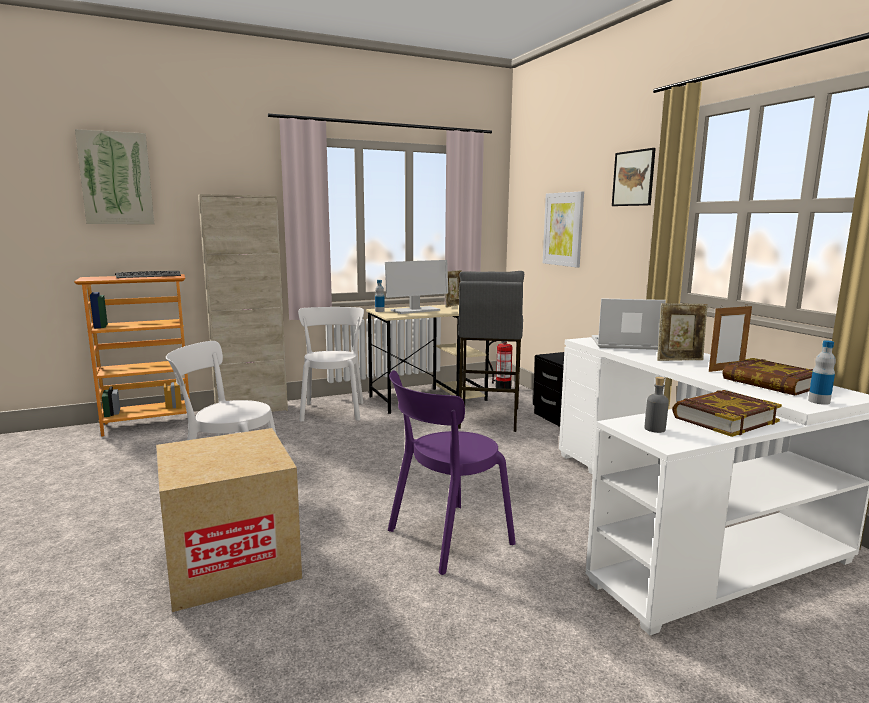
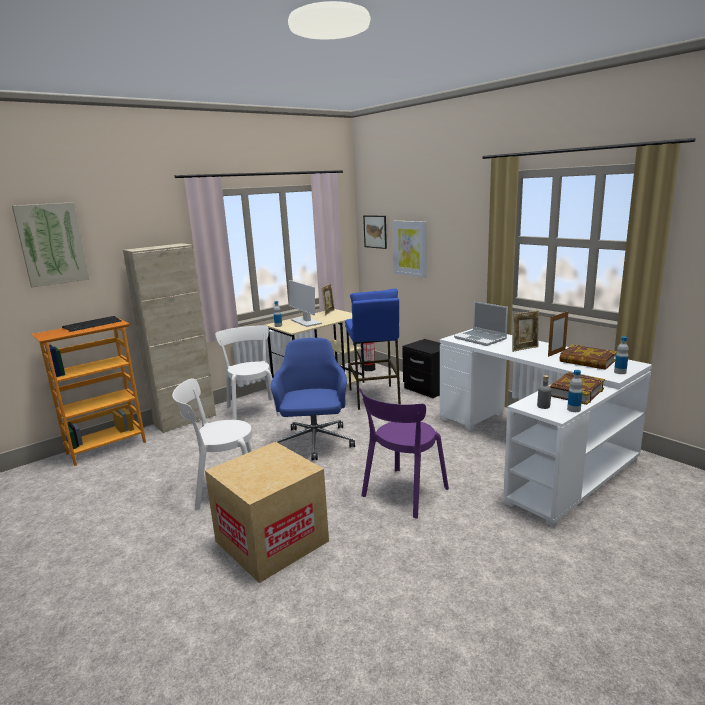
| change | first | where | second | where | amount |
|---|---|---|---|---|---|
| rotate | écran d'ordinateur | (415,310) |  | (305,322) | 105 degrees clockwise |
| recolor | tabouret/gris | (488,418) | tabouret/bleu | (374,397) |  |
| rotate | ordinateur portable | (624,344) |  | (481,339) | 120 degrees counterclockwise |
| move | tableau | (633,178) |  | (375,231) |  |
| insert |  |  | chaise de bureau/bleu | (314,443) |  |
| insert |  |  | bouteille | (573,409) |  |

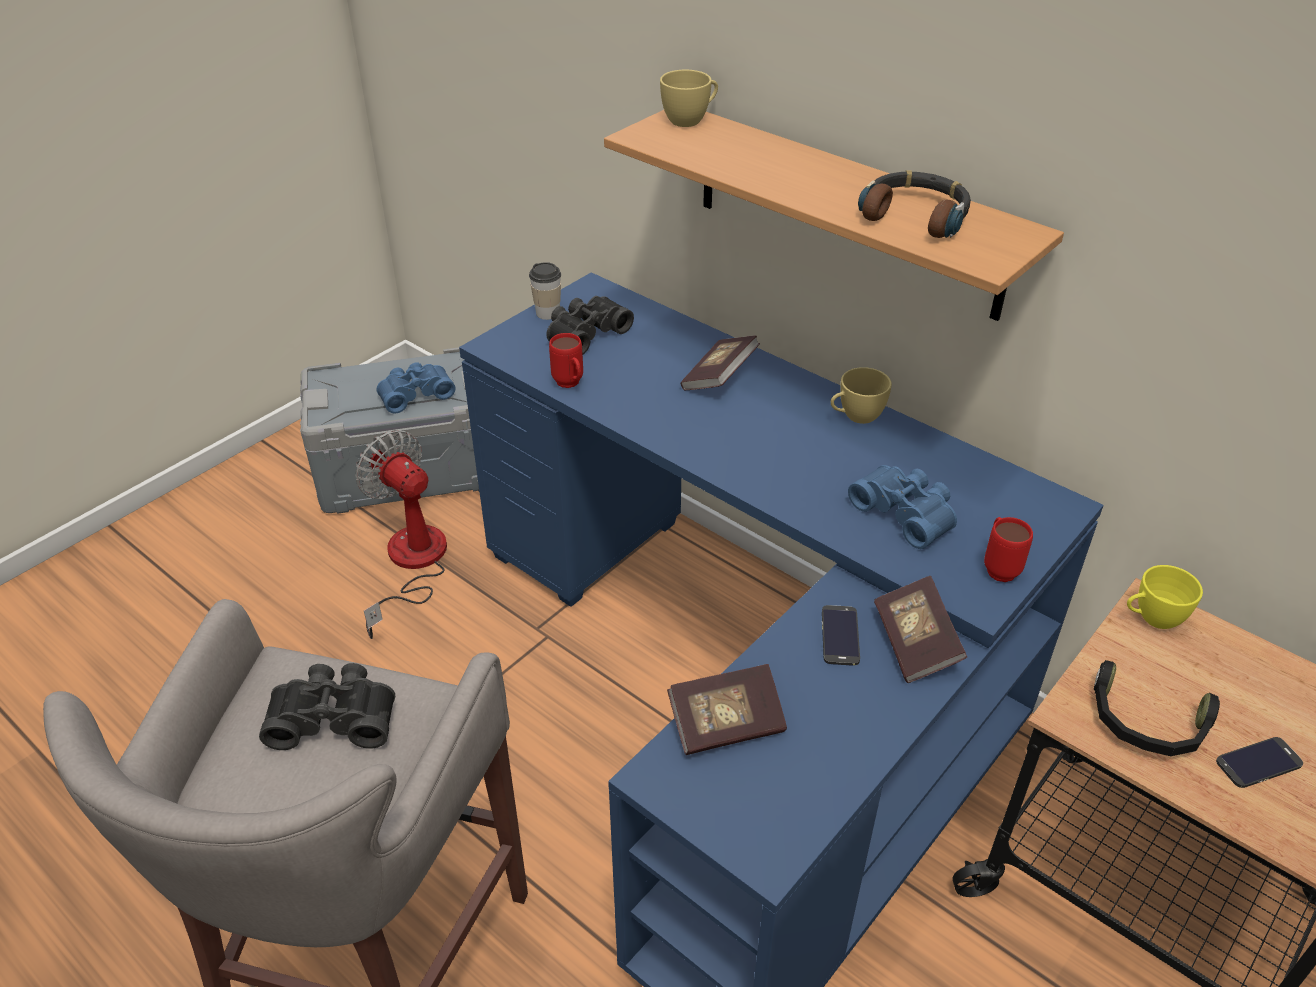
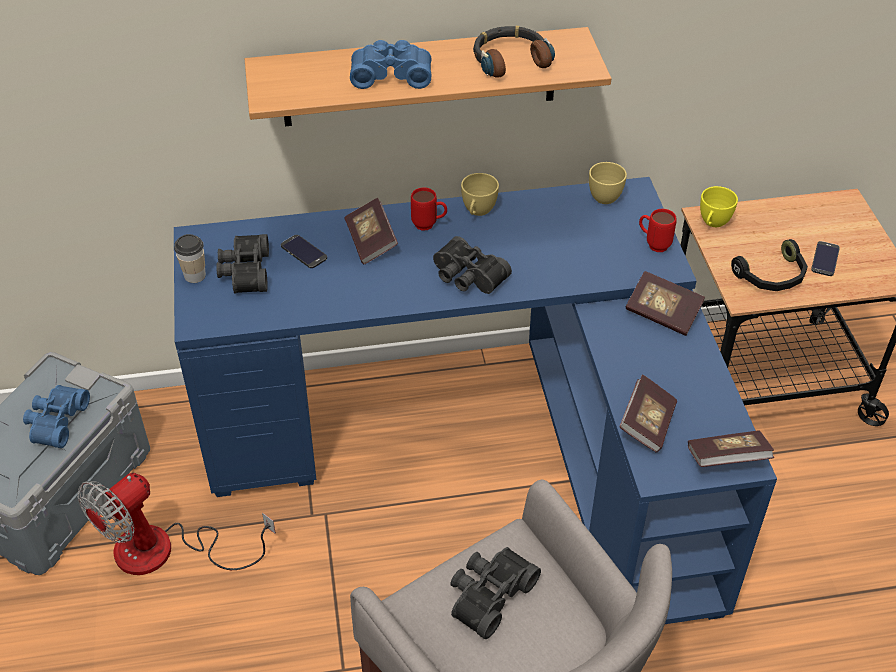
| change | first | where | second | where | amount |
|---|---|---|---|---|---|
| rotate | ventilateur | (411,564) |  | (165,551) | 45 degrees counterclockwise |
| move | mug/rouge | (570,385) |  | (429,225) |  |
| move | tasse/jaune | (690,120) |  | (605,195) |  |
| move | téléphone | (840,635) |  | (304,252) |  |
| move | jumelles/bleu | (906,513) |  | (391,74) |  |
| insert |  |  | jumelles/noir | (467,277) |  |
| insert |  |  | livre | (727,459) |  |

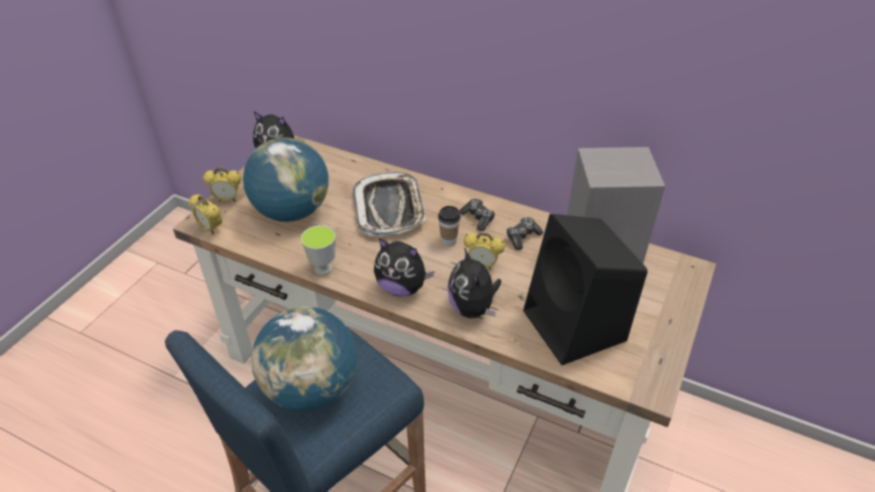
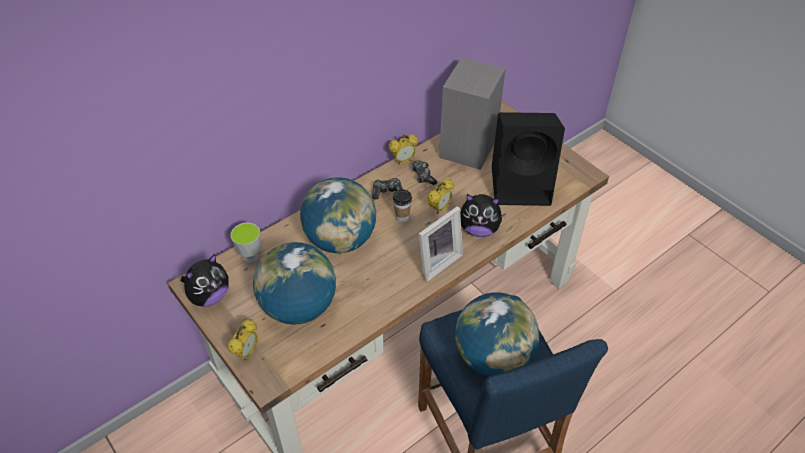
| change | first | where | second | where | amount |
|---|---|---|---|---|---|
| move | réveil | (211,229) |  | (403,160) |  |
| move | tasse | (323,269) |  | (251,257) |  |
| replace | plateau | (389,209) | globe | (340,240) |  |
| replace | peluche | (402,287) | cadre photo | (436,261) |  |

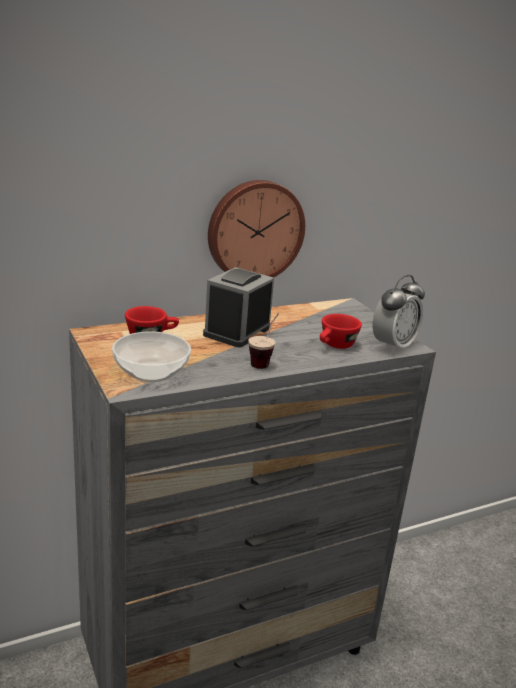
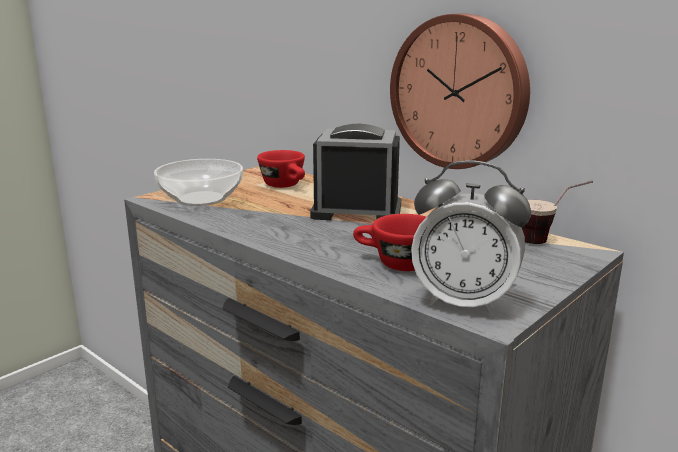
| change | first | where | second | where | amount |
|---|---|---|---|---|---|
| move | tasse | (264,361) |  | (549,241) |  |

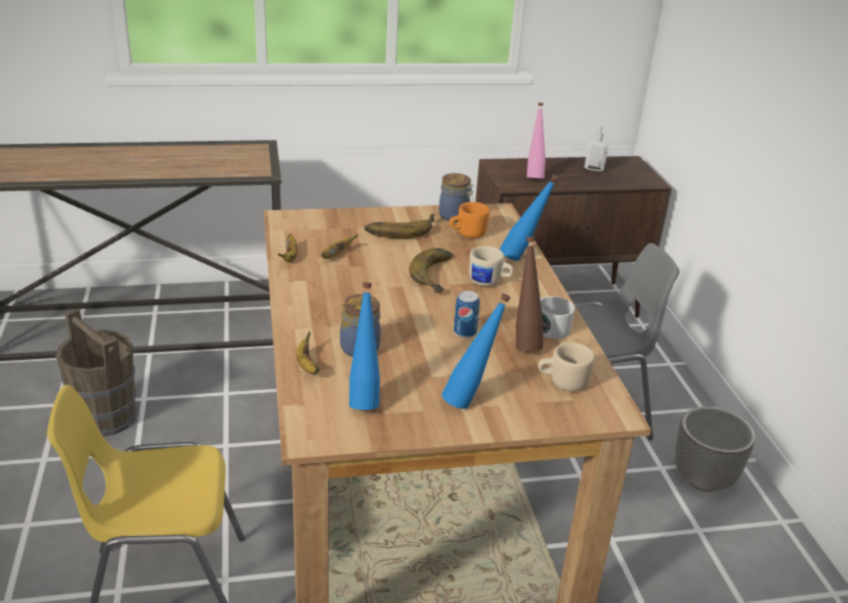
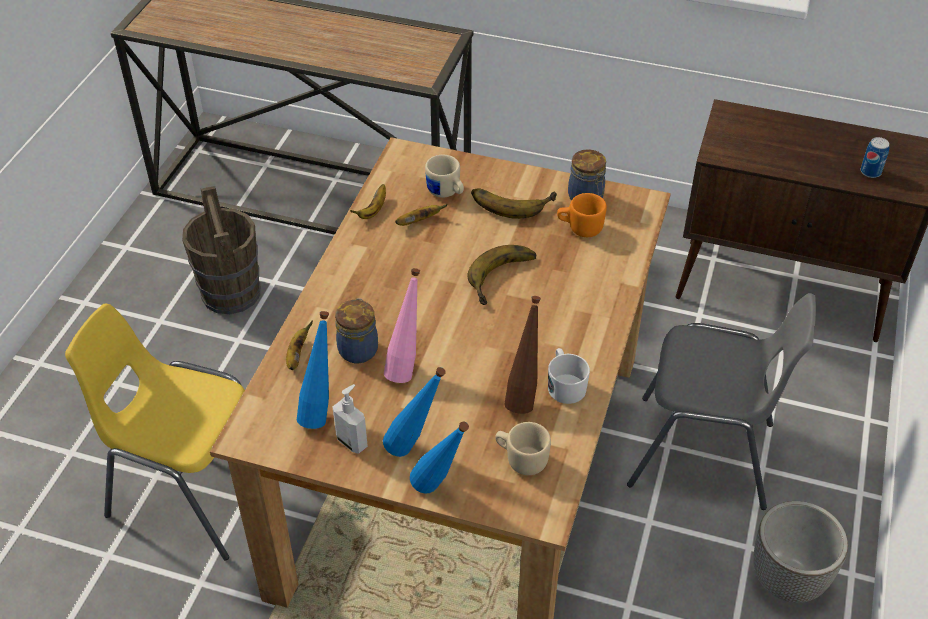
| change | first | where | second | where | amount |
|---|---|---|---|---|---|
| move | boîte métallique | (465,332) |  | (870,172) |  |
| move | mug/beige | (489,282) |  | (446,193) |  |
| move | bouteille/bleu | (522,258) |  | (439,490) |  |
| move | bouteille/rose | (533,176) |  | (406,367) |  |
| move | distributeur de savon | (594,169) |  | (352,441) |  |

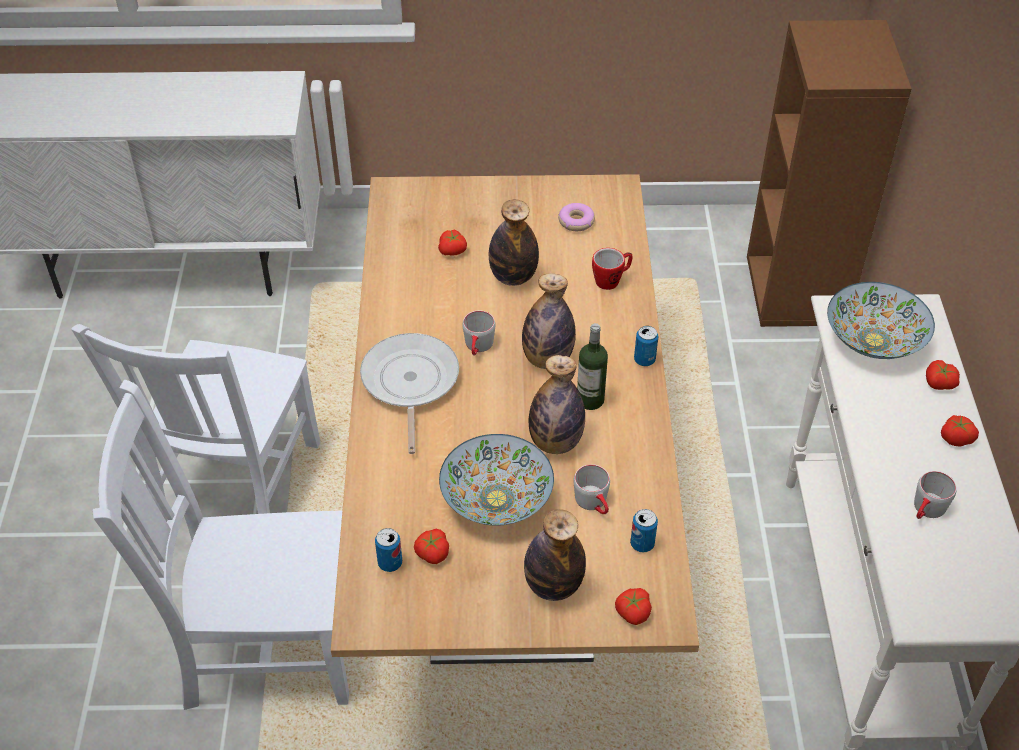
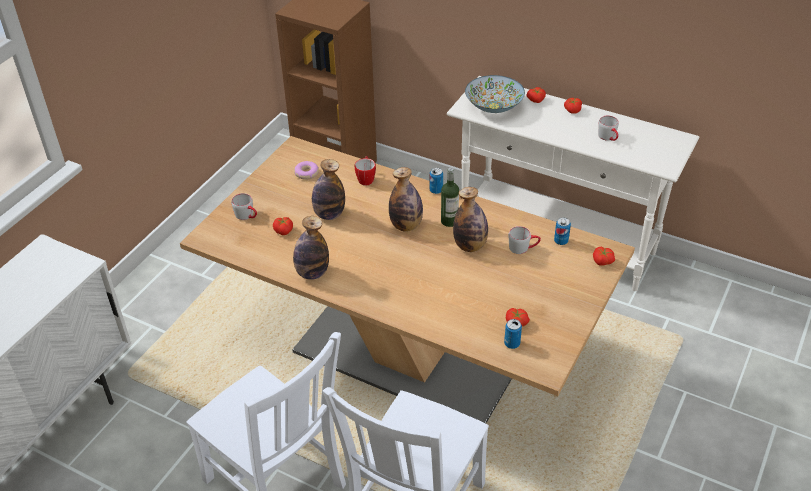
| change | first | where | second | where | amount |
|---|---|---|---|---|---|
| delete | poêle | (409,383) |  |  |  |
| delete | bol | (497,499) |  |  |  |
| move | mug/gris | (478,347) |  | (247,216) |  |
| move | bouteille | (553,585) |  | (312,273) |  |

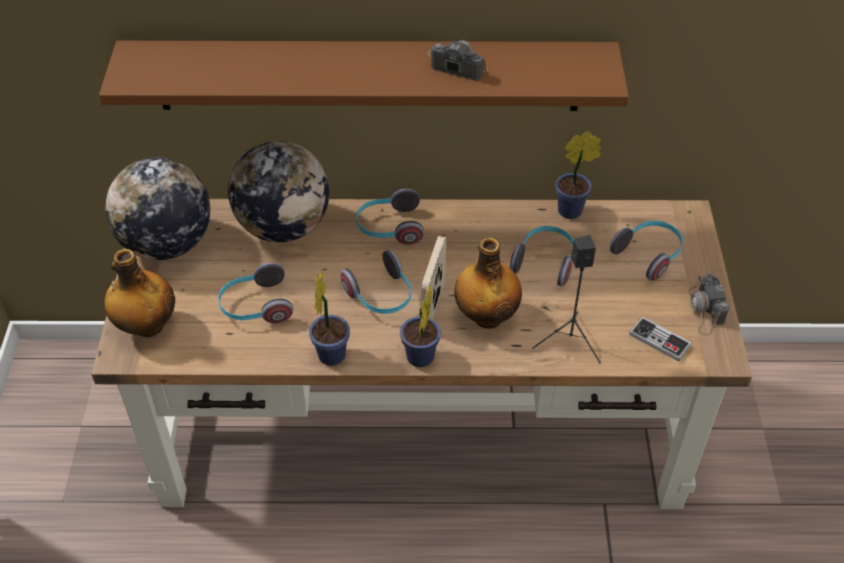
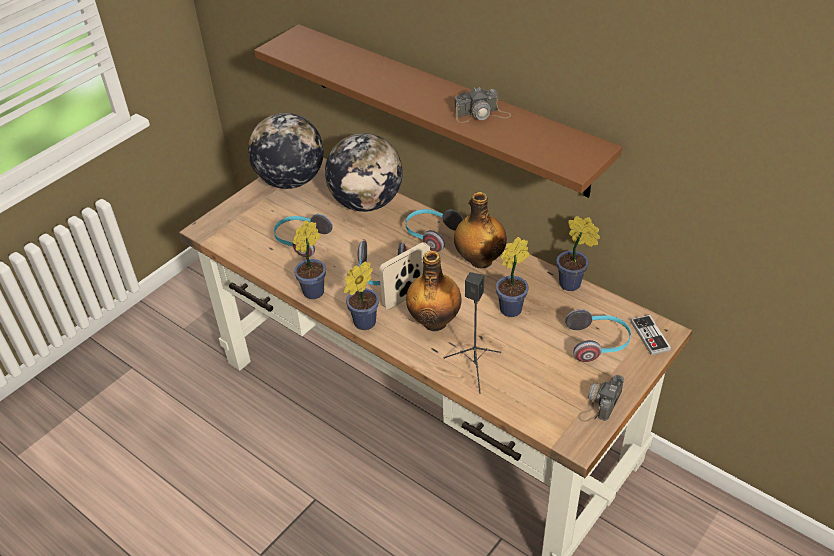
| change | first | where | second | where | amount |
|---|---|---|---|---|---|
| move | bouteille | (146,326) |  | (479,260) |  |
| rotate | appareil photo | (455,65) |  | (482,114) | 105 degrees clockwise |
| replace | casque audio | (545,262) | plante en pot | (513,308) |  |
| move | manette | (659,340) |  | (650,336) |  |

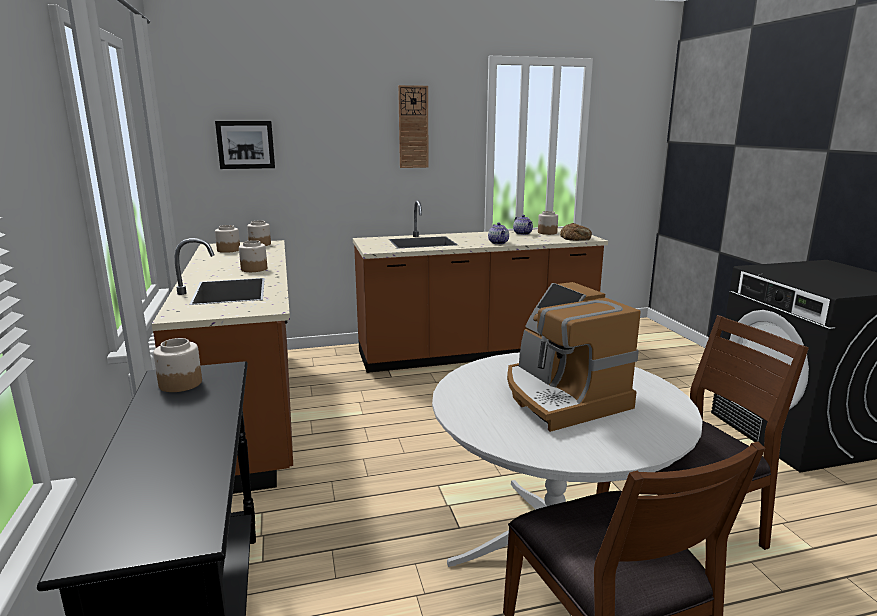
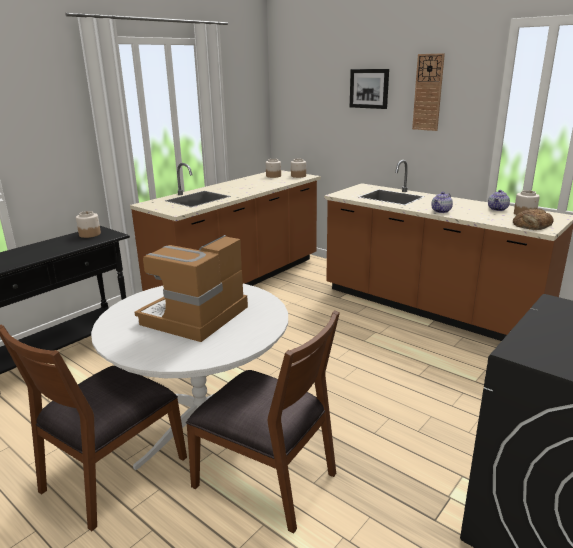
| change | first | where | second | where | amount |
|---|---|---|---|---|---|
| move | tableau | (245,144) |  | (369,88) |  |
| delete | bocal | (254,269) |  |  |  |

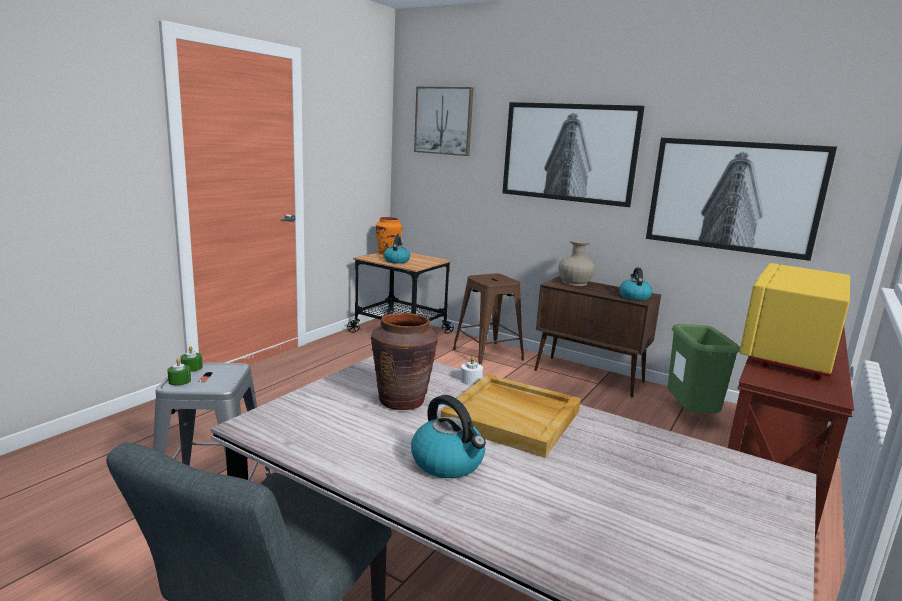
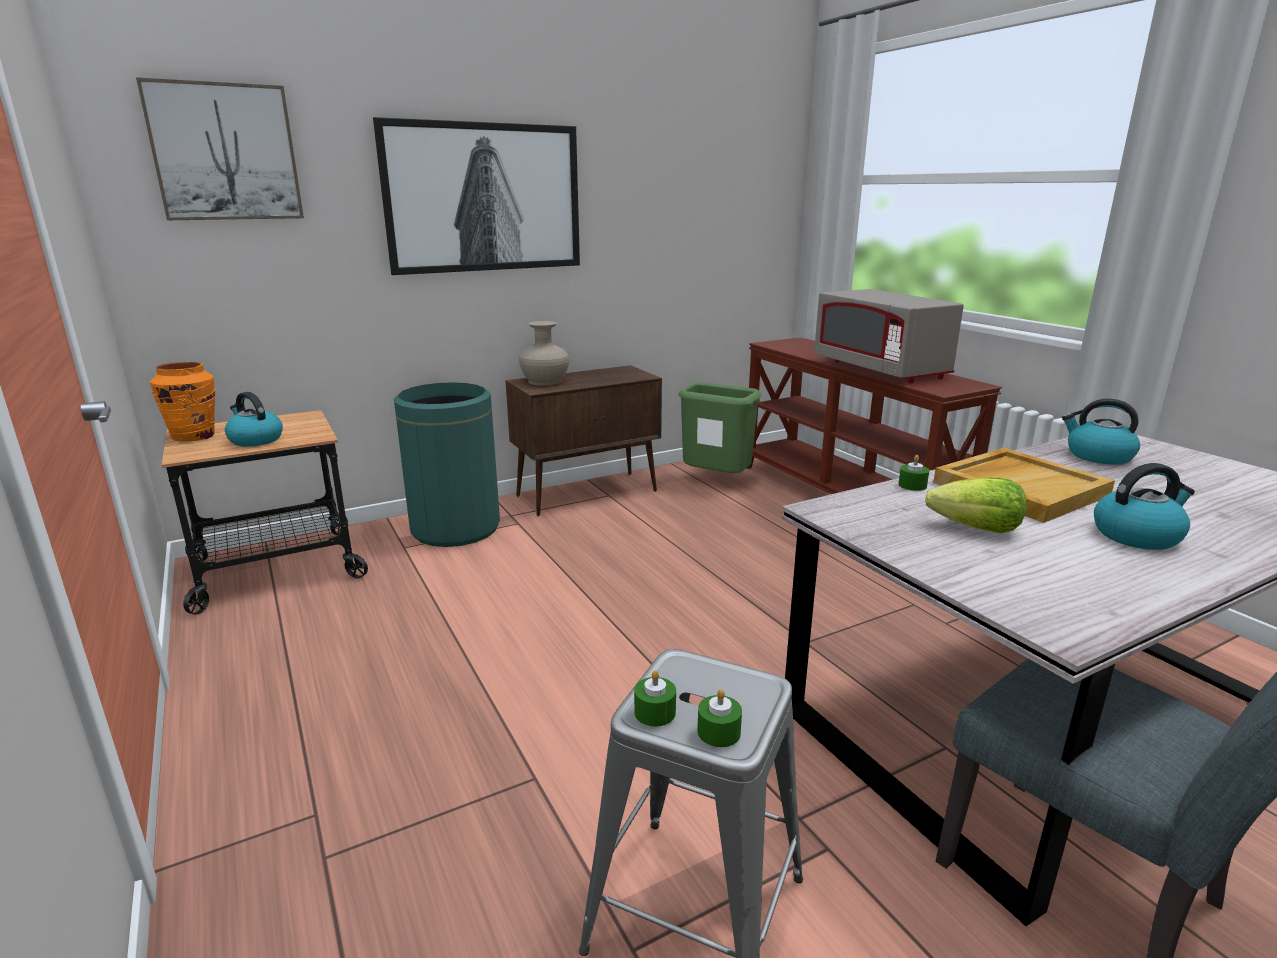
| change | first | where | second | where | amount |
|---|---|---|---|---|---|
| replace | vase/marron | (402,401) | laitue | (976,529) |  |
| replace | tabouret/marron | (488,354) | poubelle/vert | (455,528) |  |
| recolor | bougie/blanc | (471,380) | bougie/vert | (912,485) |  |
| move | bouilloire | (634,297) |  | (1098,456) |  |
| delete | tableau | (733,196) |  |  |  |
| recolor | micro-ondes/jaune | (787,353) | micro-ondes/gris | (880,369) |  |

